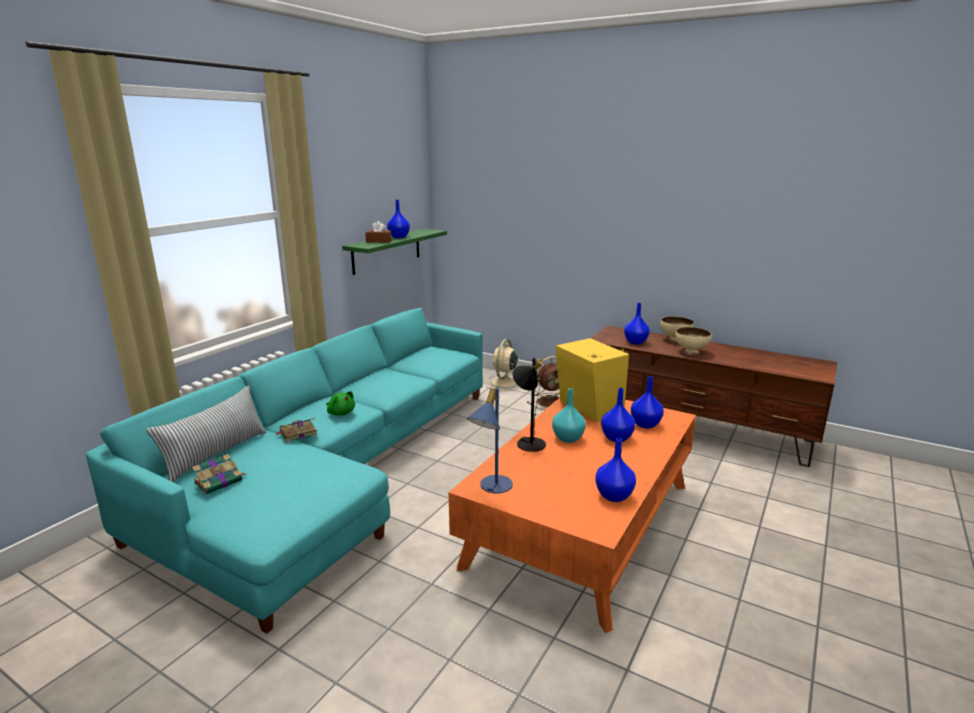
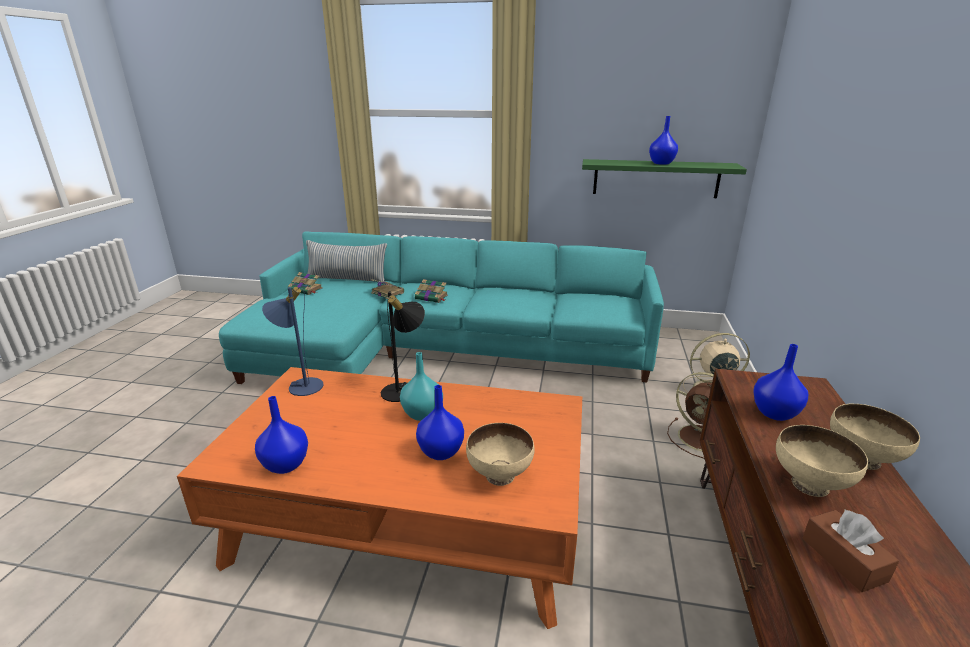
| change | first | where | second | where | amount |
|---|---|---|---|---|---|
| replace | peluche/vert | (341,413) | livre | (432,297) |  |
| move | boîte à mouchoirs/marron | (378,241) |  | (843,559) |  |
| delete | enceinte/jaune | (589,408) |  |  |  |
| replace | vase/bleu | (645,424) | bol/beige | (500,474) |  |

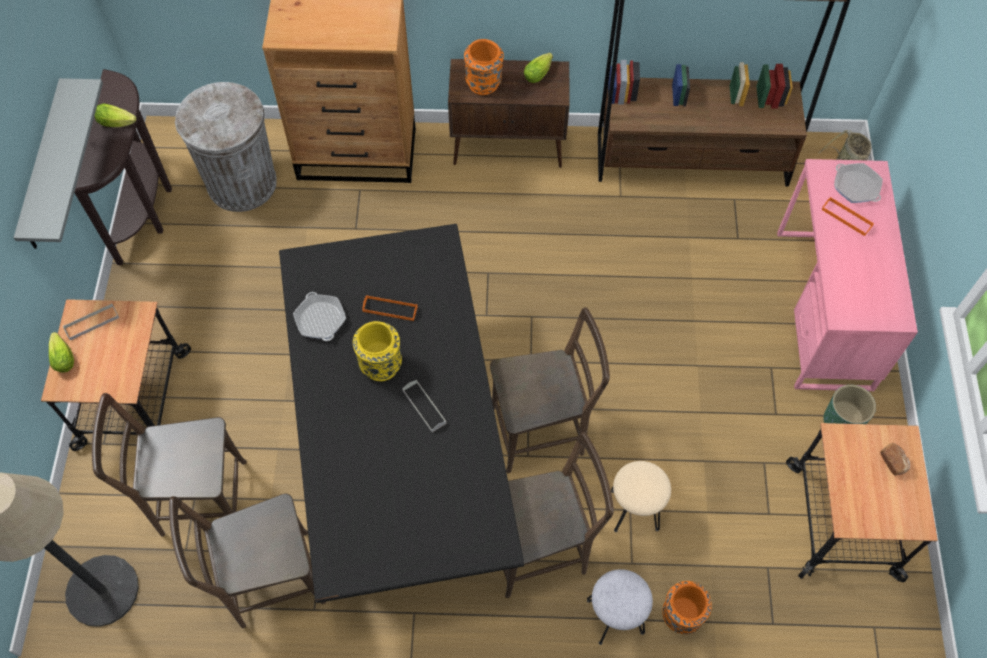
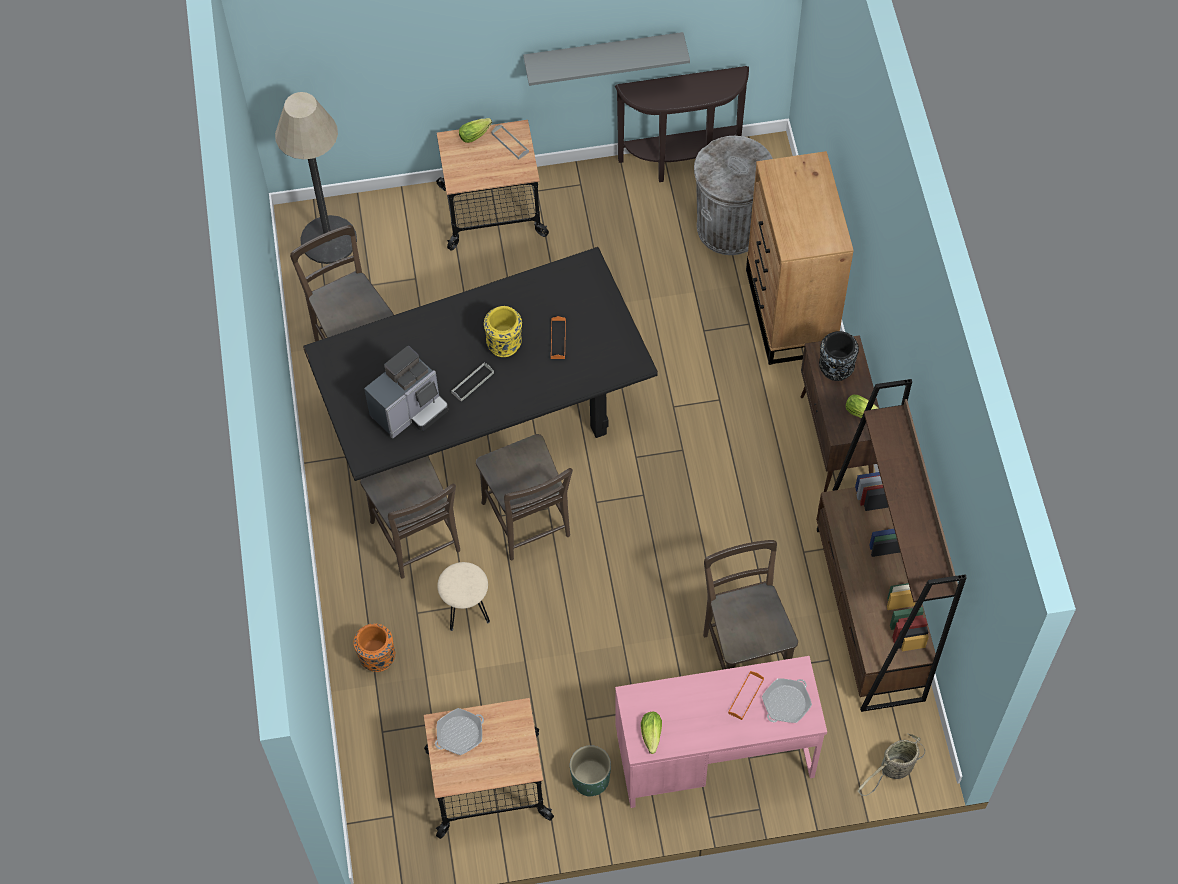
| change | first | where | second | where | amount |
|---|---|---|---|---|---|
| move | chaise/marron | (197,498) |  | (744,653) |  |
| move | laitue | (118,123) |  | (651,737) |  |
| move | poêle | (320,319) |  | (459,734) |  |
| recolor | vase/orange | (484,84) | vase/noir | (836,369) |  |
| delete | tabouret/gris | (615,617) |  |  |  |
| delete | pain | (893,462) |  |  |  |
| insert |  |  | machine à café | (410,410) |  |

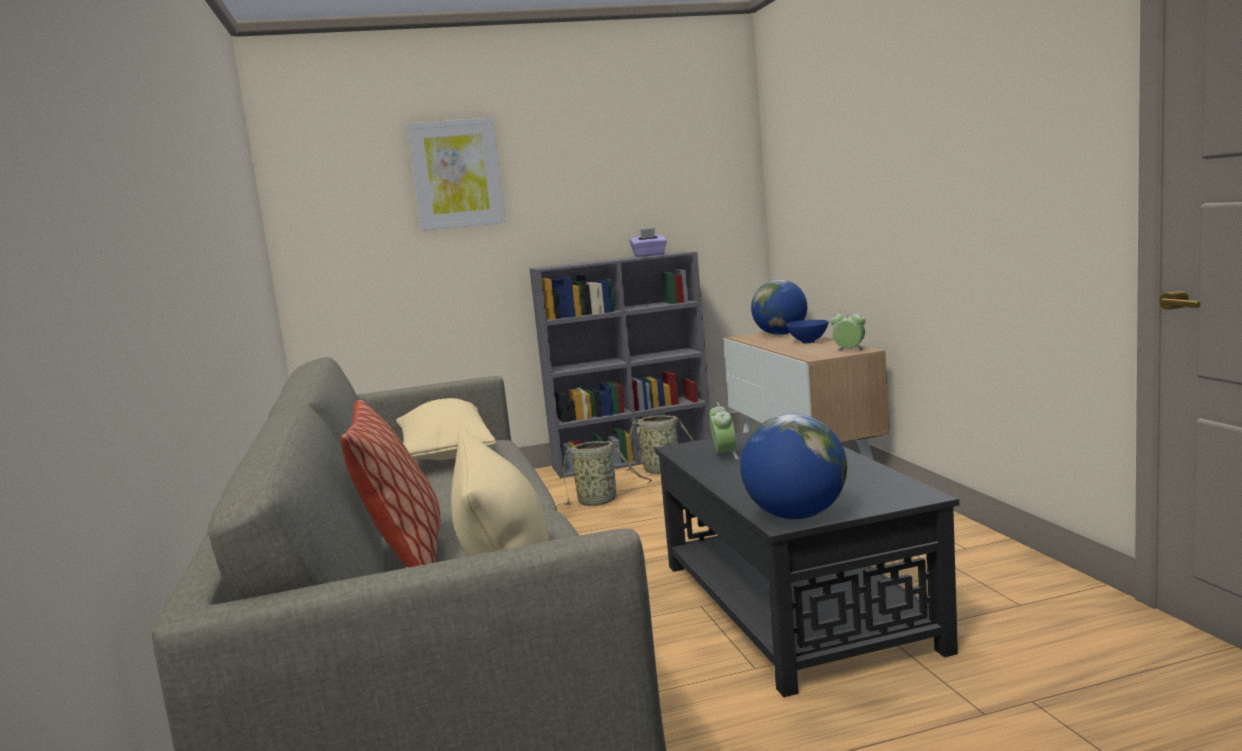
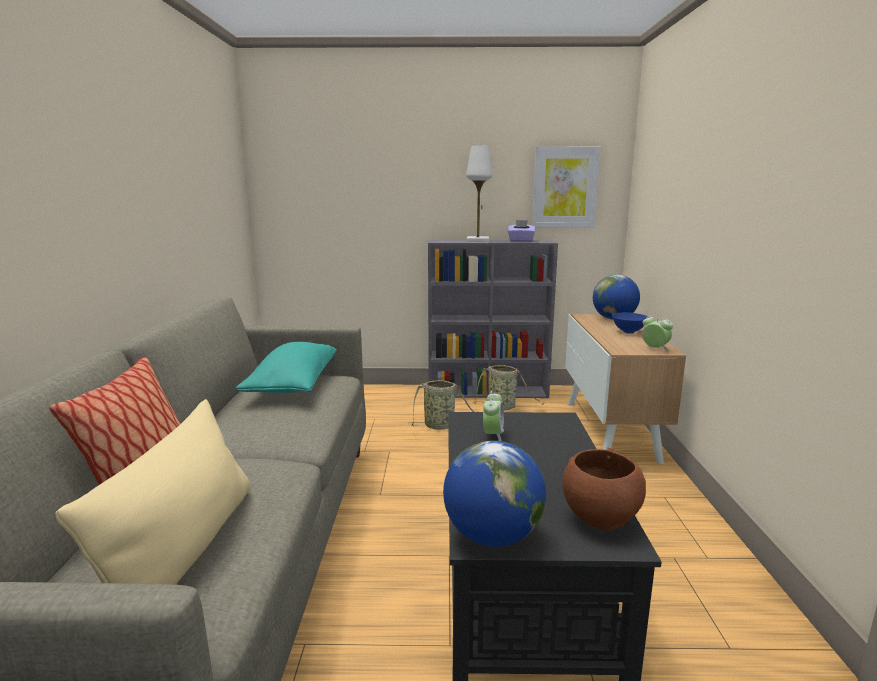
| change | first | where | second | where | amount |
|---|---|---|---|---|---|
| recolor | coussin/beige | (445,454) | coussin/turquoise | (293,385) |  |
| move | tableau | (456,174) |  | (565,187) |  |
| insert |  |  | lampe de table/blanc | (478,241) |  |
| insert |  |  | bol/marron | (599,518) |  |

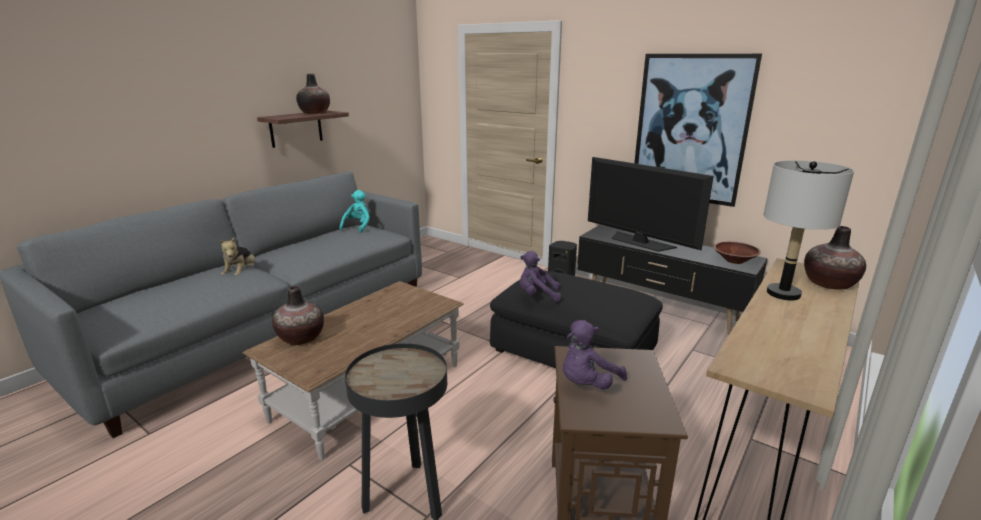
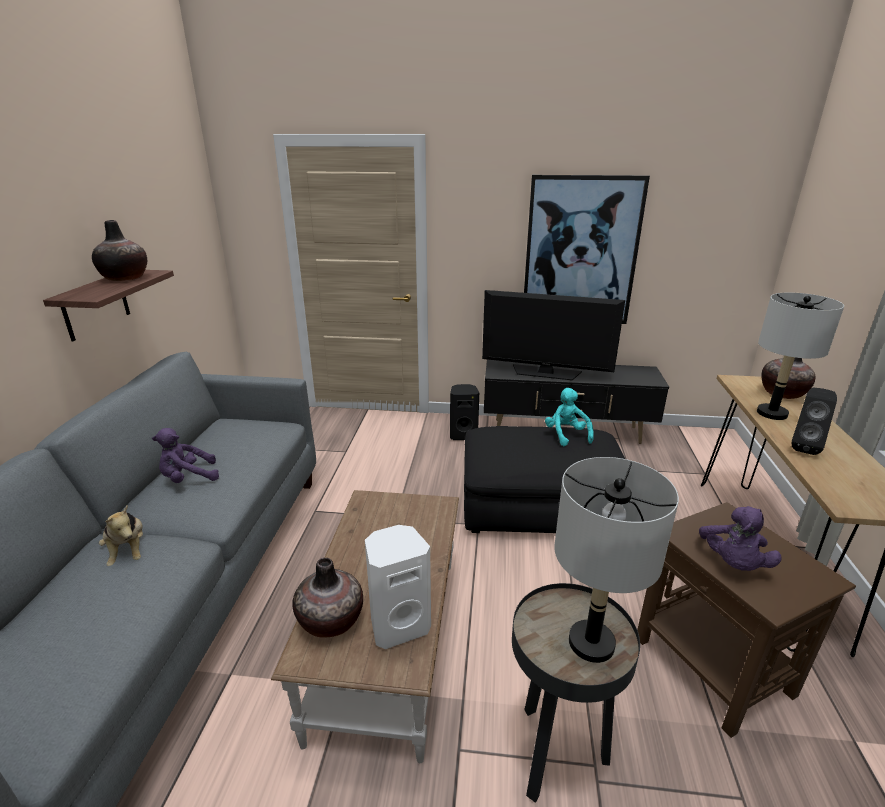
| change | first | where | second | where | amount |
|---|---|---|---|---|---|
| move | peluche/turquoise | (358,227) |  | (566,435) |  |
| move | peluche/violet | (537,295) |  | (188,478) |  |
| delete | bol/marron | (734,261) |  |  |  |
| insert |  |  | enceinte/blanc | (398,625) |  |
| insert |  |  | lampe de table/gris | (591,643) |  |
| insert |  |  | enceinte/noir | (803,447) |  |

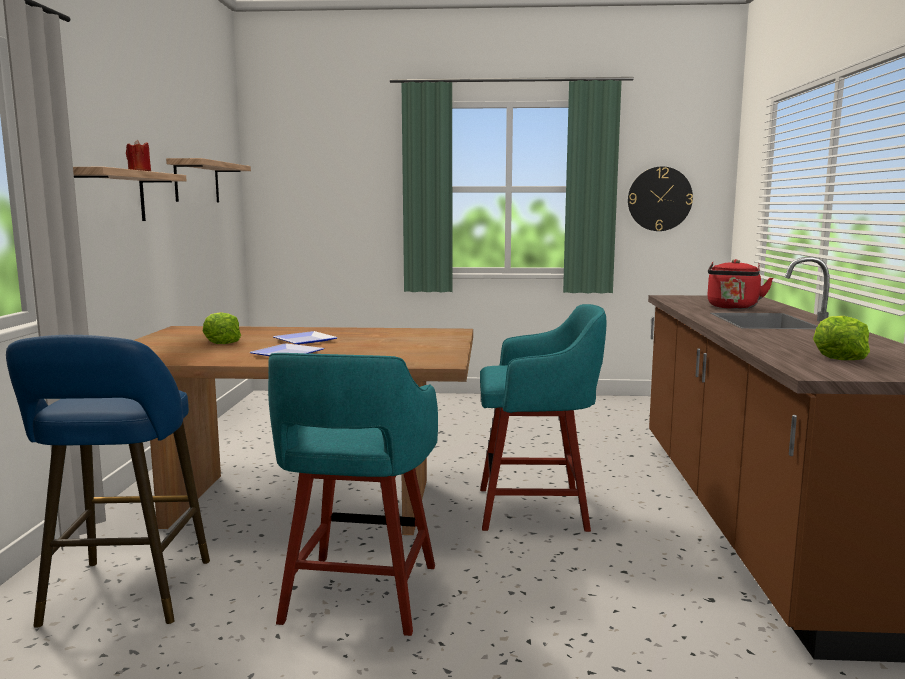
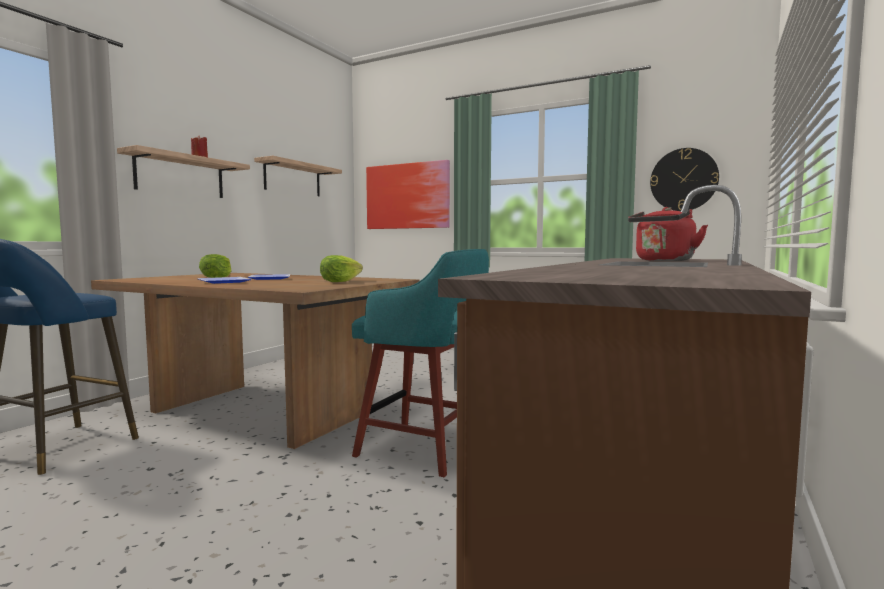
| change | first | where | second | where | amount |
|---|---|---|---|---|---|
| delete | tabouret/turquoise | (359,596) |  |  |  |
| move | laitue | (837,357) |  | (340,281) |  |
| insert |  |  | tableau | (407,196) |  |

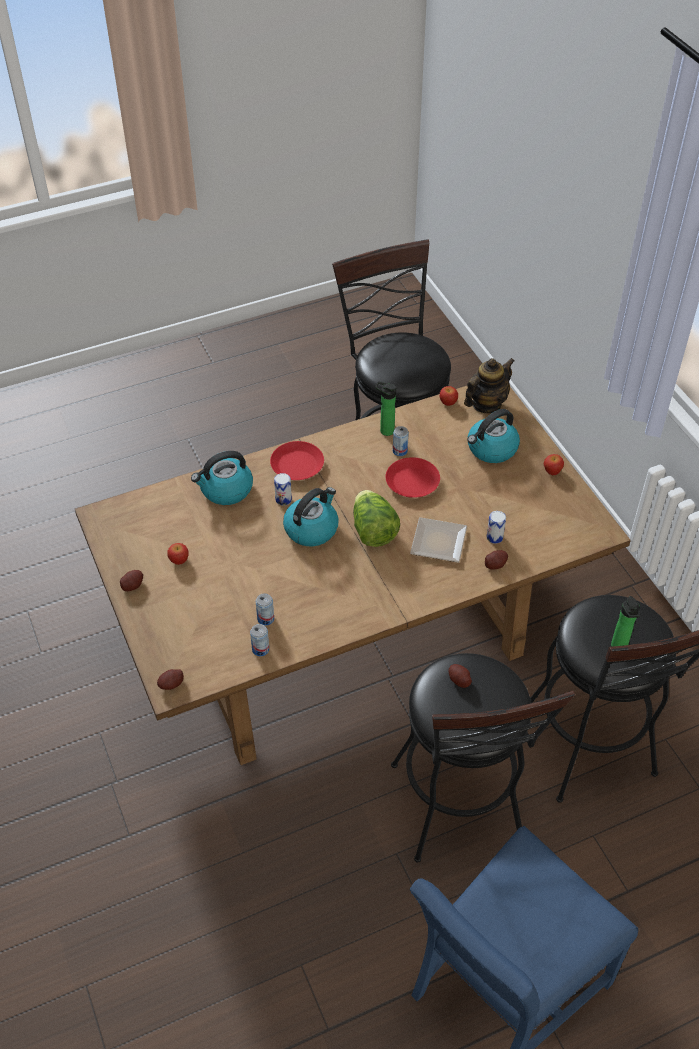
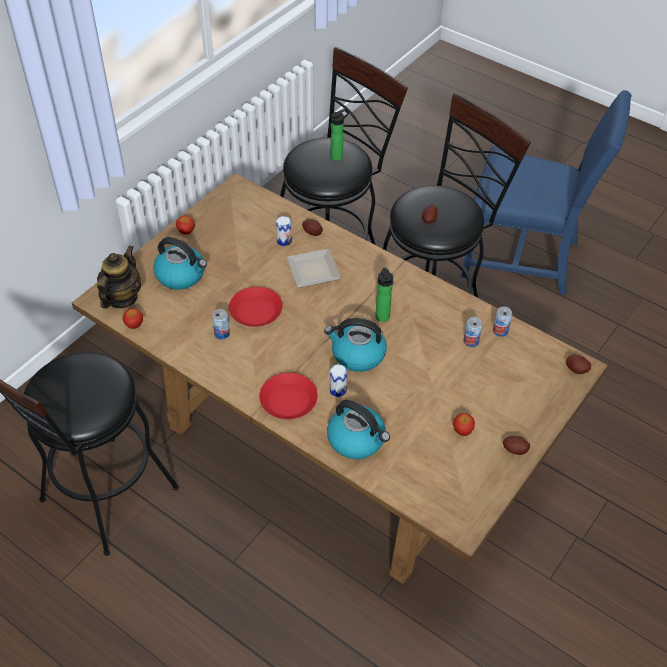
| change | first | where | second | where | amount |
|---|---|---|---|---|---|
| delete | laitue | (373,531) |  |  |  |
| move | bouteille | (385,430) |  | (383,318) |  |
| rotate | théière | (486,404) |  | (122,298) | 90 degrees clockwise |

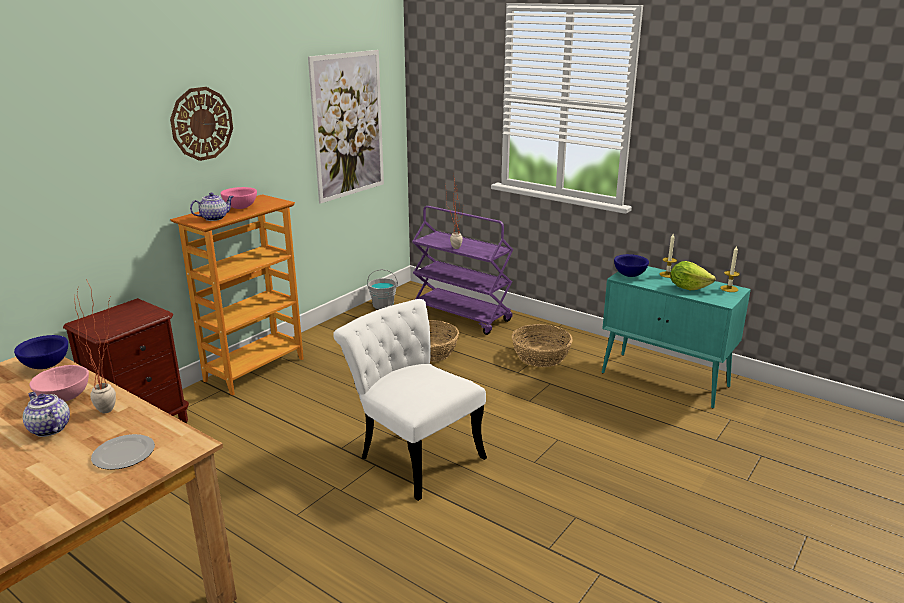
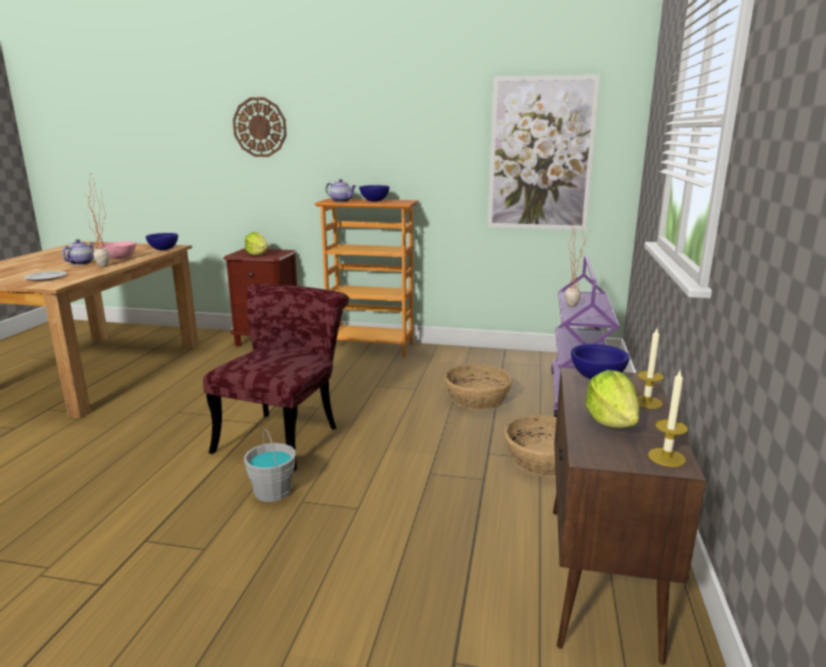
| change | first | where | second | where | amount |
|---|---|---|---|---|---|
| move | horloge murale | (201,123) |  | (260,127) |  |
| recolor | bol/rose | (240,208) | bol/bleu | (374,201) |  |
| recolor | chaise/blanc | (413,453) | chaise/rouge | (284,434) |  |
| move | seau/gris | (383,305) |  | (272,491) |  |
| recolor | meuble de rangement/turquoise | (665,380) | meuble de rangement/marron | (600,578) |  |
| insert |  |  | laitue | (257,254) |  |

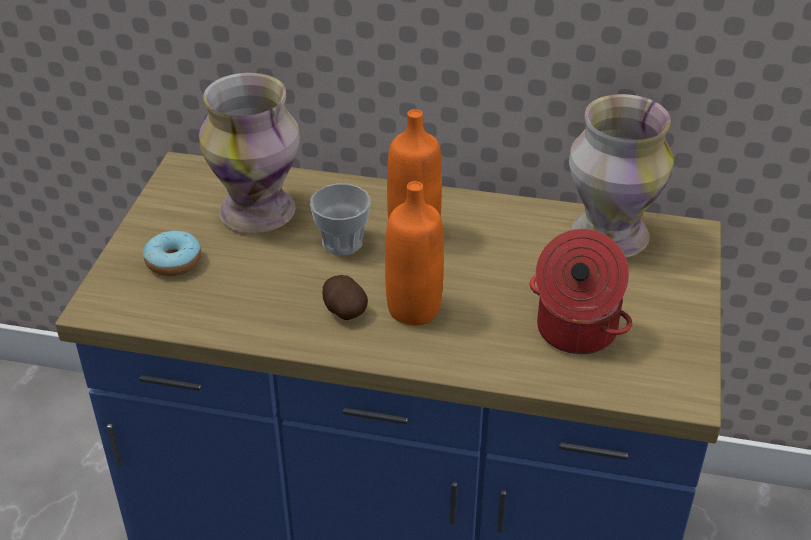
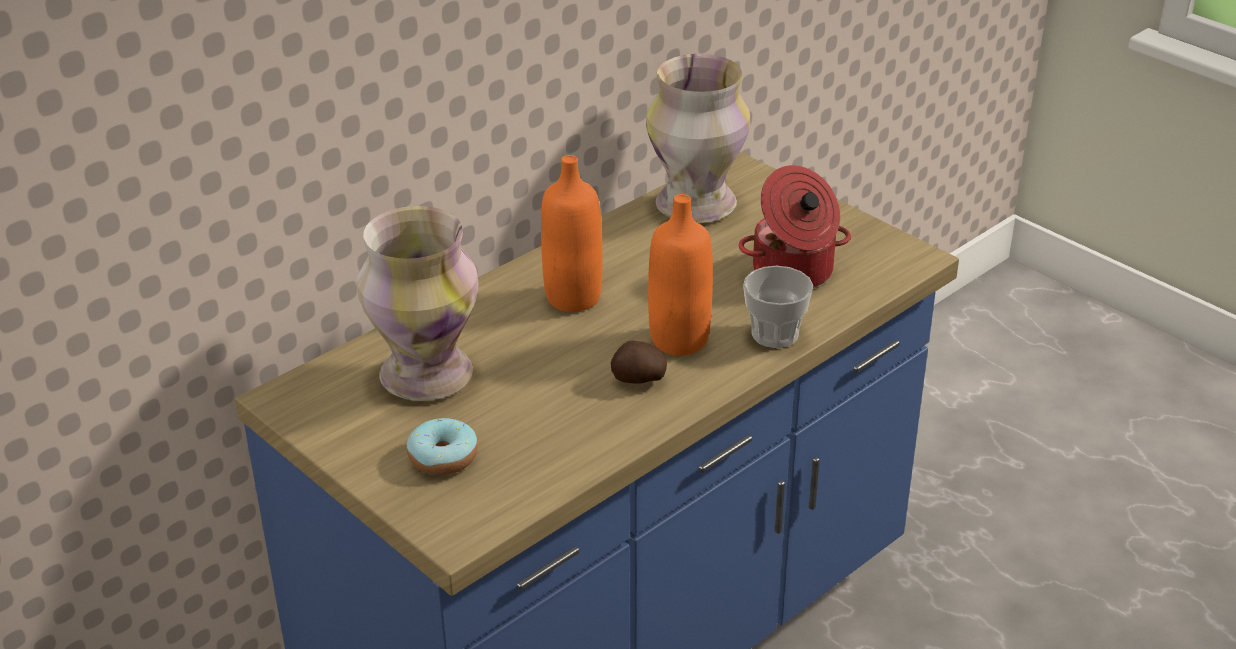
| change | first | where | second | where | amount |
|---|---|---|---|---|---|
| move | tasse | (342,242) |  | (775,334) |  |

